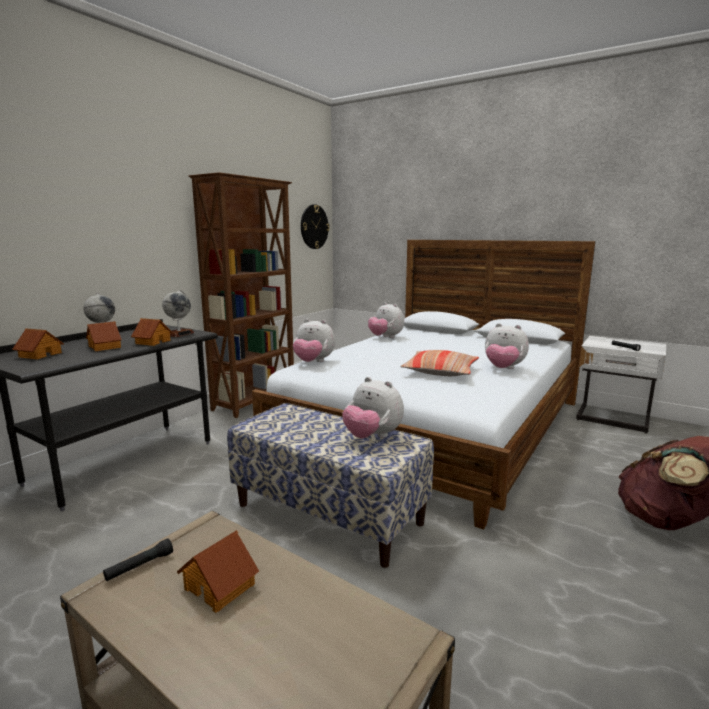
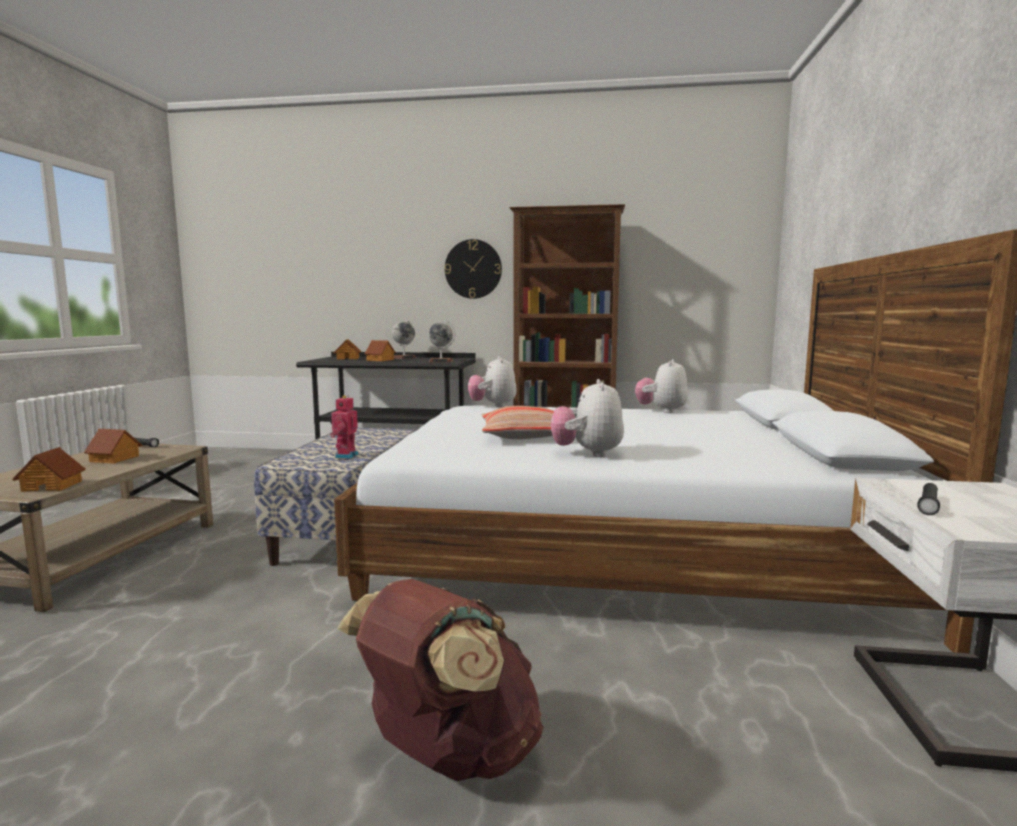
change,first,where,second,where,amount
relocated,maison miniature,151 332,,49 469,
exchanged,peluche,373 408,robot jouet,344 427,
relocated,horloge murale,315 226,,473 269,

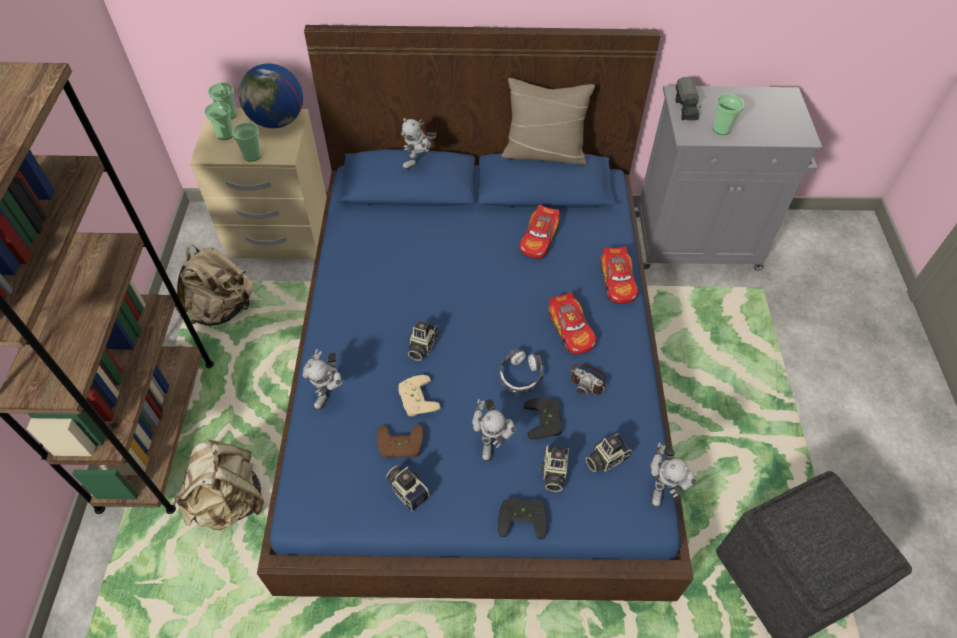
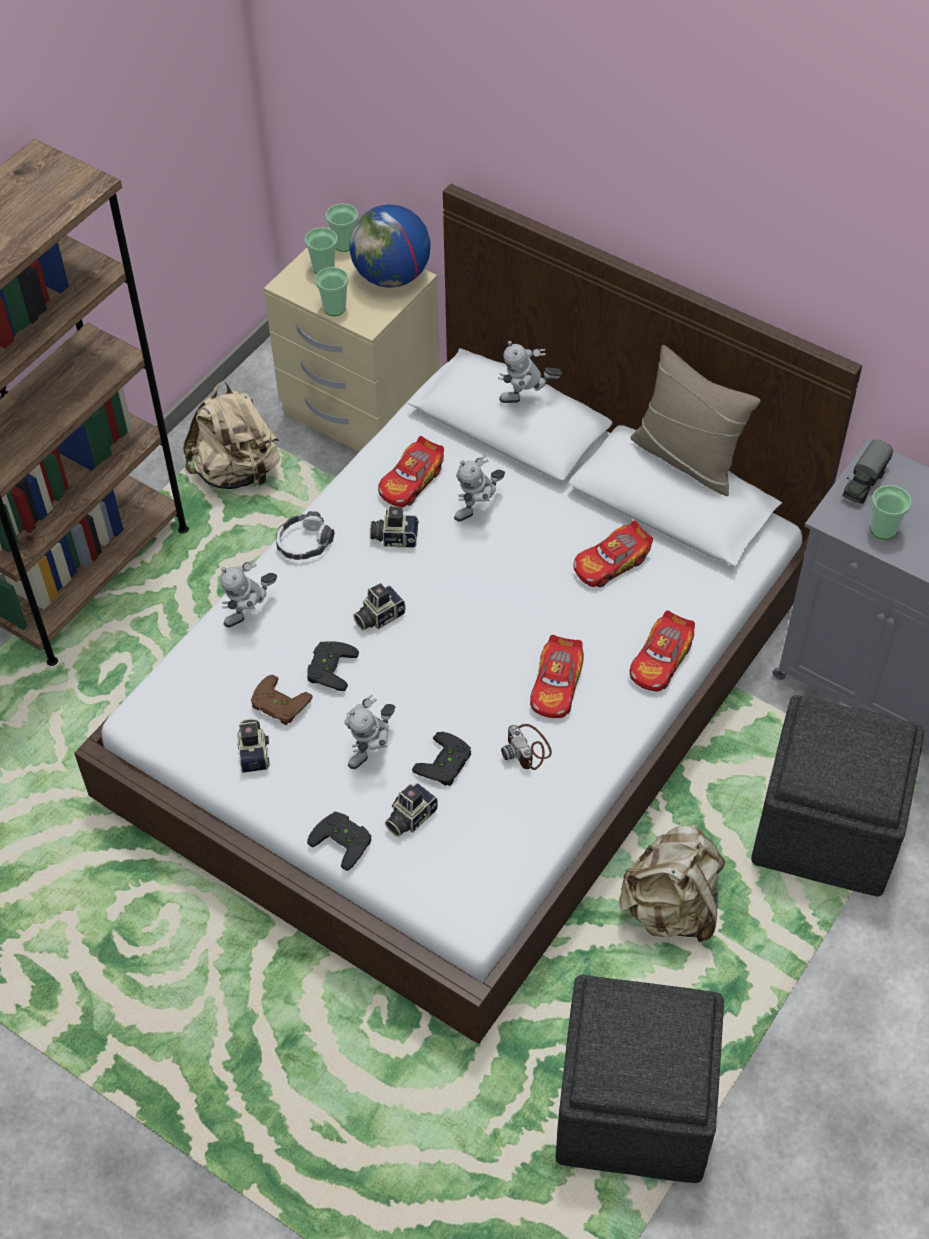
change,first,where,second,where,amount
colour,lit/bleu,475 313,lit/blanc,468 614,
relocated,casque audio,521 371,,305 535,
colour,manette/beige,419 396,manette/noir,333 666,
relocated,appareil photo,609 452,,394 526,
appeared,,,petite voiture,411 471,
relocated,robot jouet,673 475,,479 488,
relocated,sac à dos/beige,219 484,,672 883,
appeared,,,pouf/gris,837 795,

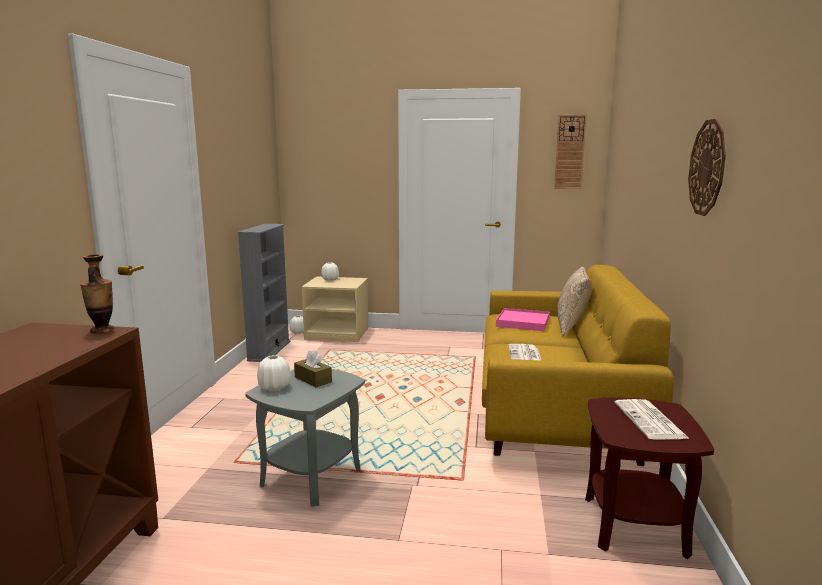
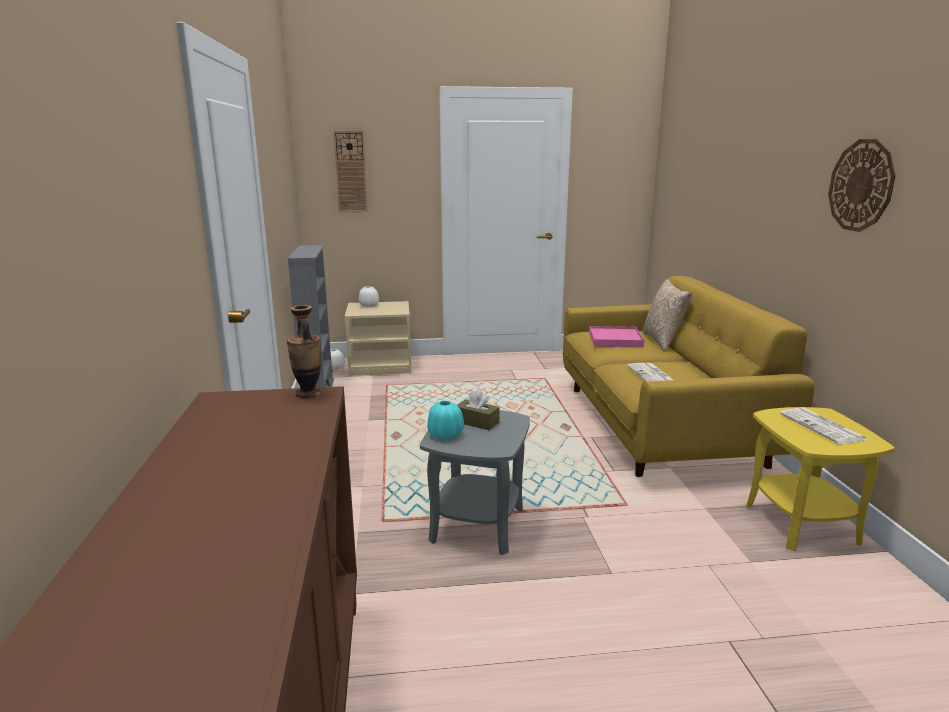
change,first,where,second,where,amount
relocated,horloge murale,570 152,,350 171,
colour,vase/blanc,274 373,vase/turquoise,445 420,
colour,table d'appoint/marron,649 478,table d'appoint/jaune,820 479,

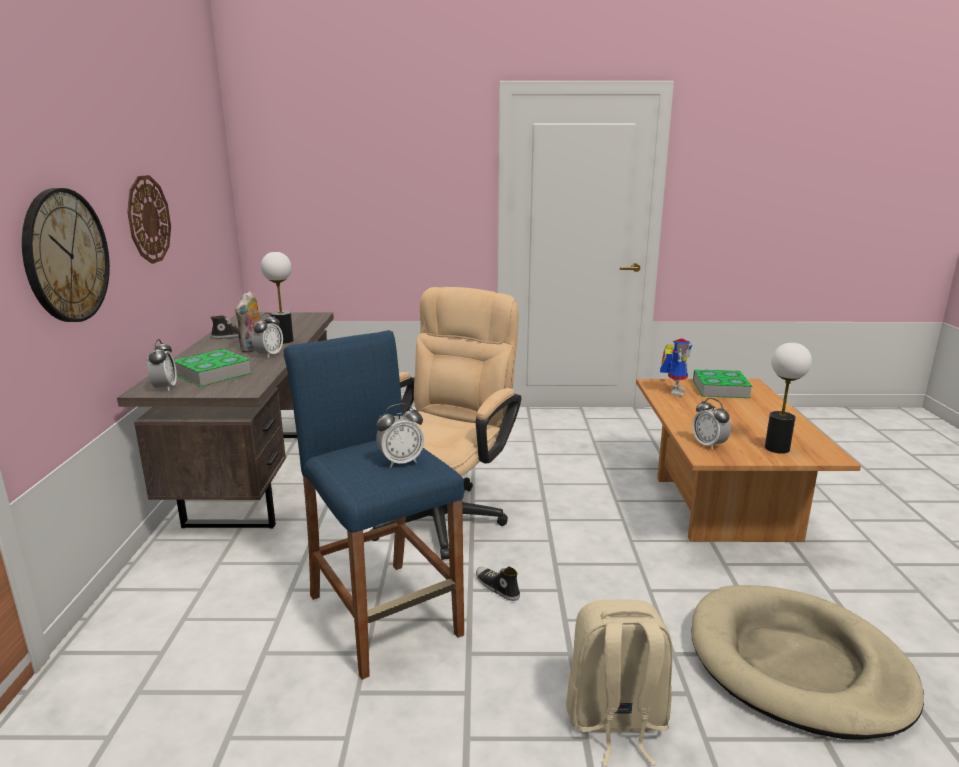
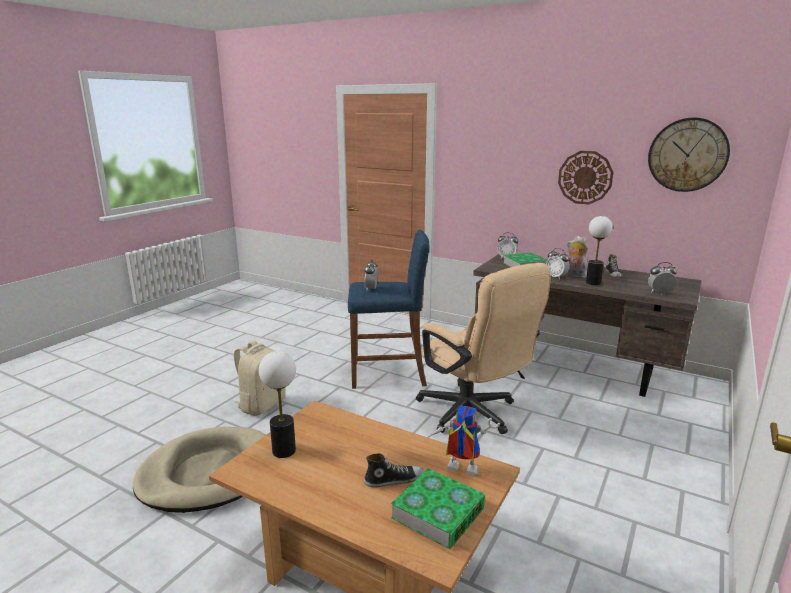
change,first,where,second,where,amount
relocated,chaussure,498 583,,394 471,
spun,robot jouet,676 367,,463 441,150 degrees clockwise
relocated,horloge murale,66 255,,689 154,
relocated,réveil,711 424,,662 278,

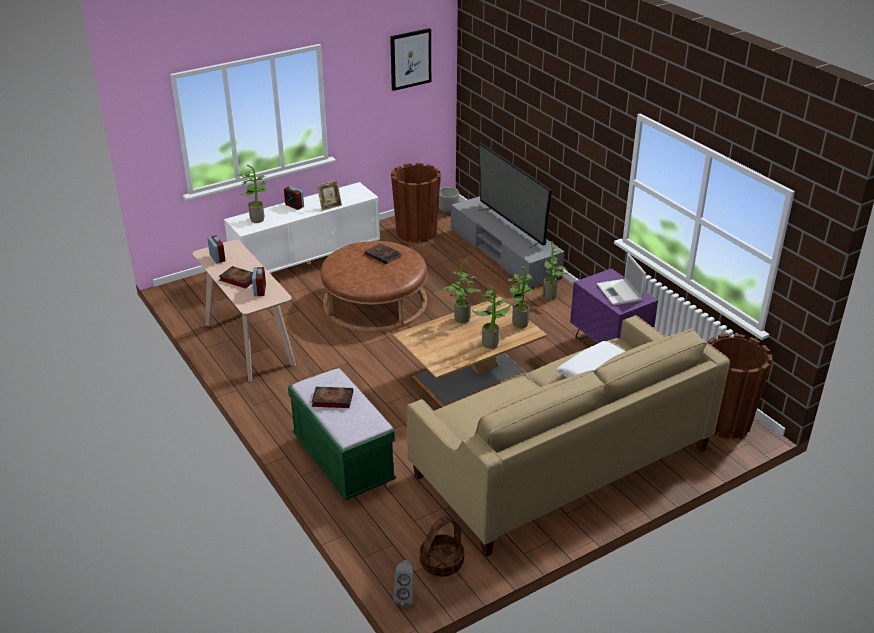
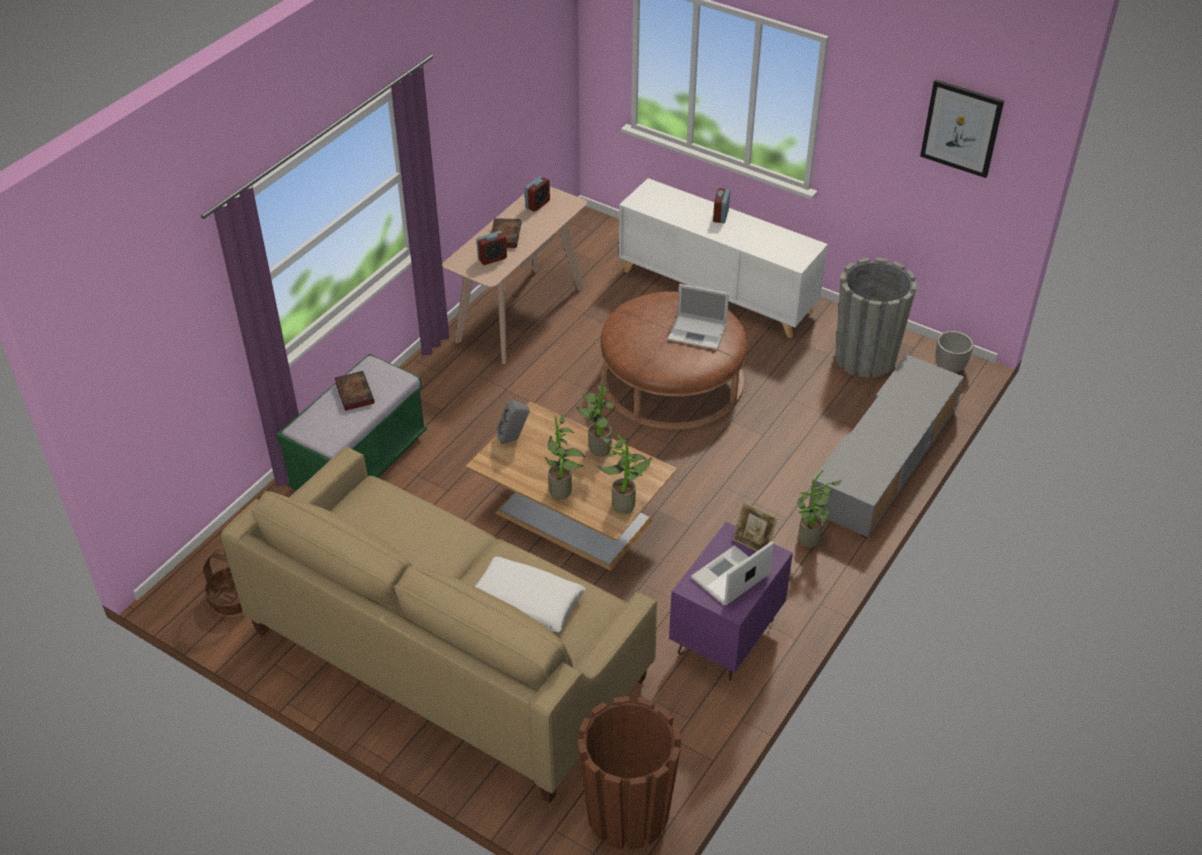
change,first,where,second,where,amount
relocated,enceinte/gris,403 583,,513 422,
exchanged,livre/marron,383 253,ordinateur portable,698 317,
relocated,cadre photo,329 195,,755 526,
colour,cache-pot/marron,416 203,cache-pot/gris,876 317,
missing,plante en pot,251 194,,,
missing,téléviseur,515 195,,,

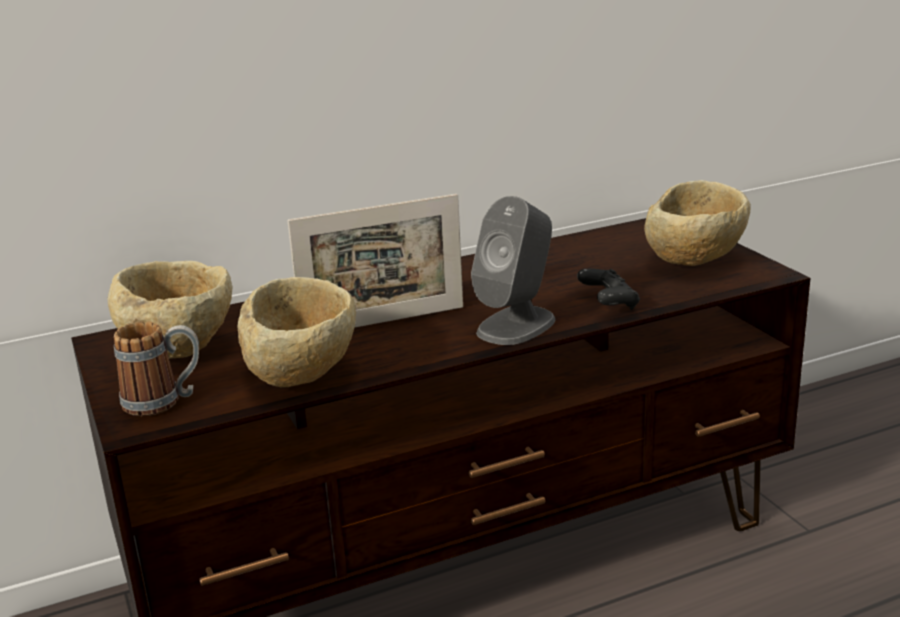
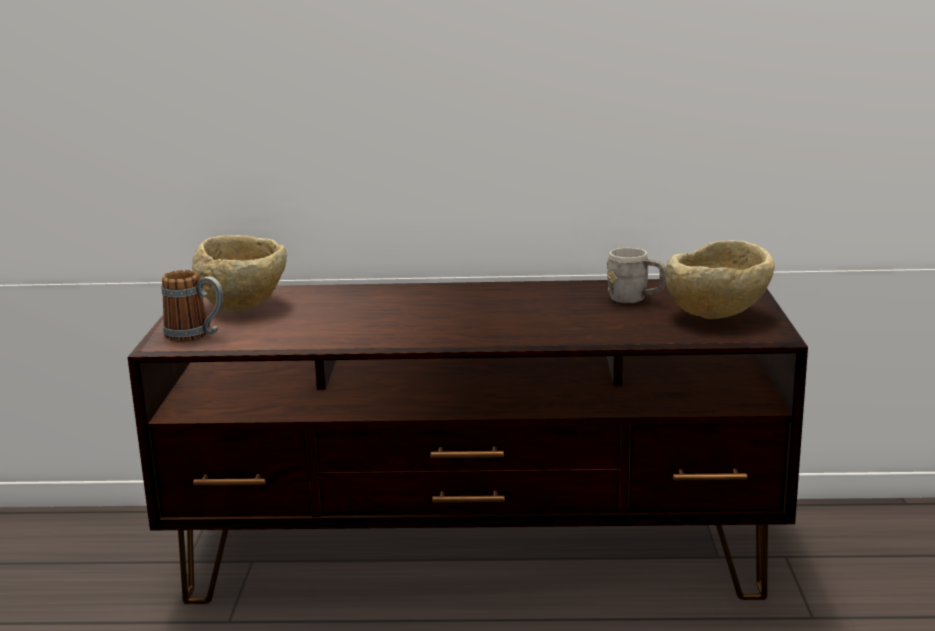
change,first,where,second,where,amount
appeared,,,mug/gris,636 275,
missing,bol/beige,297 332,,,
missing,cadre photo,375 261,,,
missing,enceinte/gris,513 270,,,
missing,manette/noir,608 289,,,

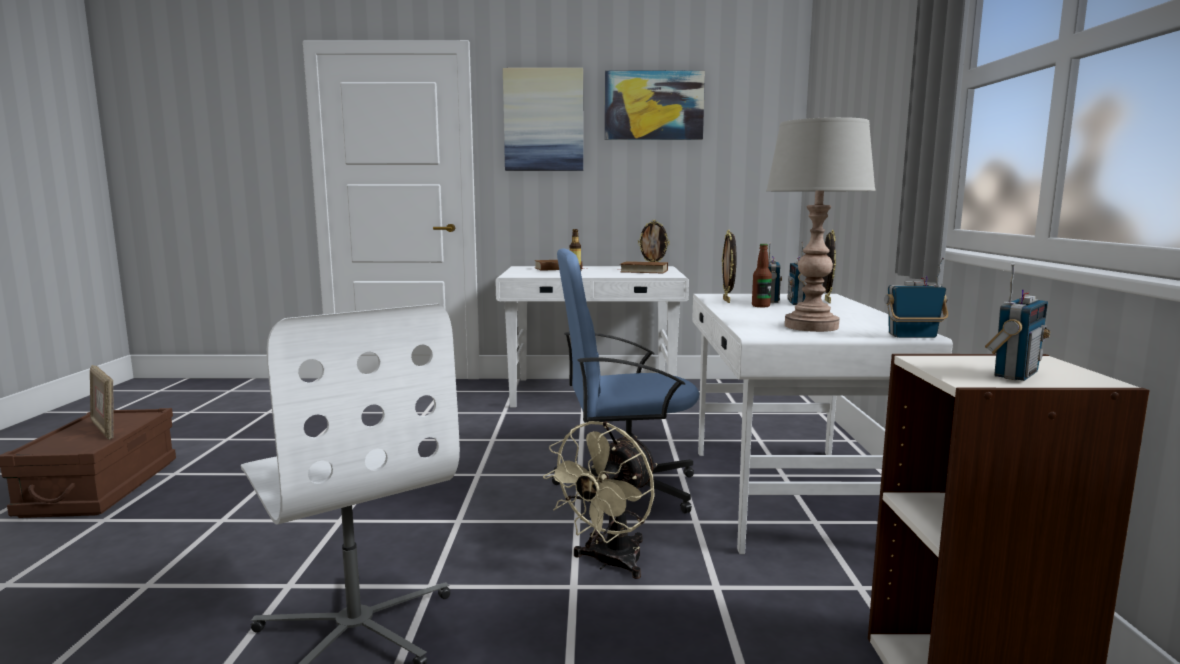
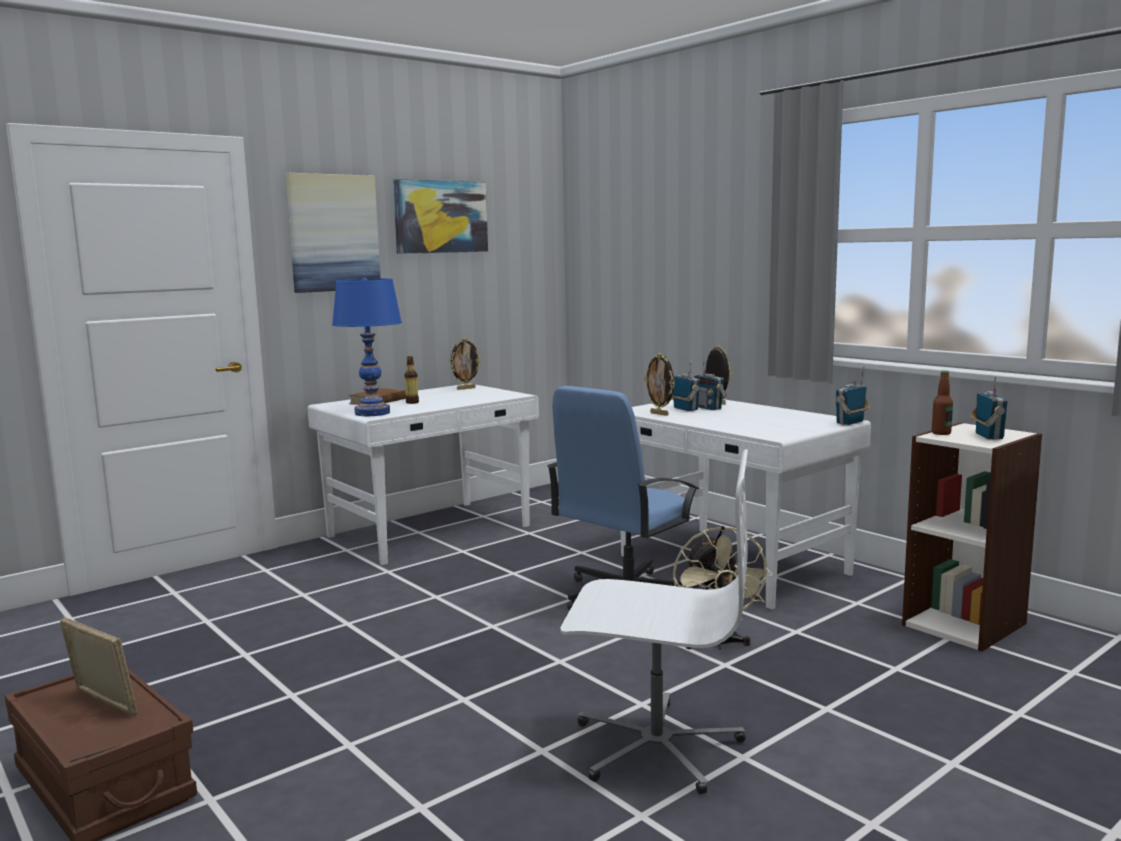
change,first,where,second,where,amount
spun,cadre photo,102 402,,98 665,150 degrees counterclockwise
appeared,,,lampe de table/bleu,367 346,
relocated,bouteille,762 275,,942 403,
missing,livre/marron,644 267,,,
missing,lampe de table/gris,821 224,,,

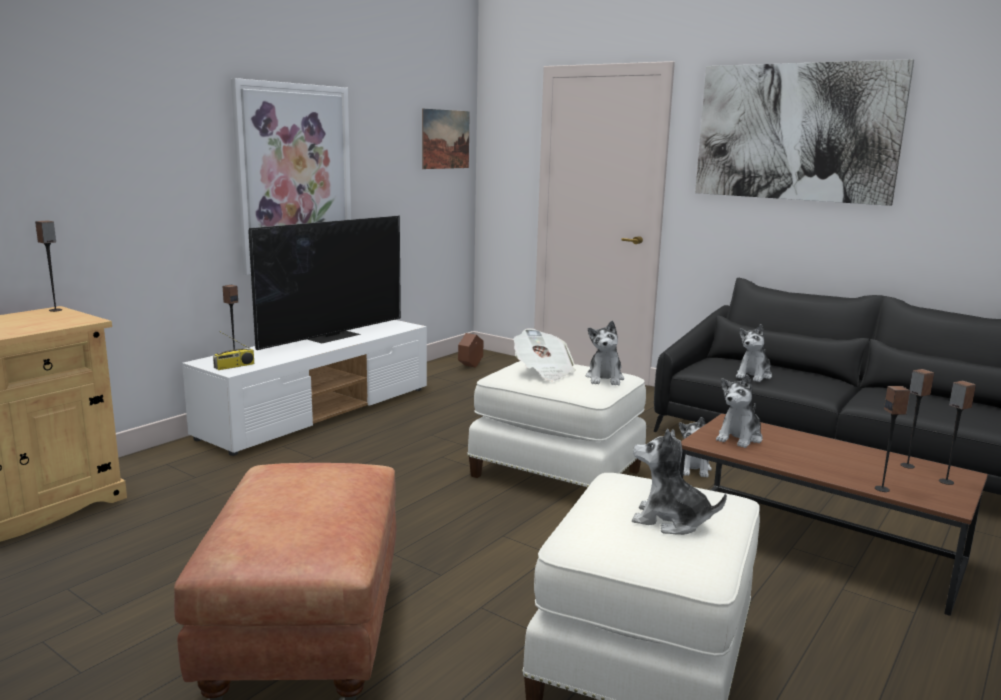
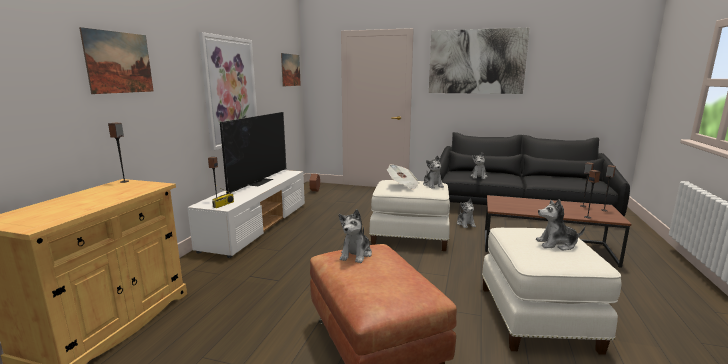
change,first,where,second,where,amount
appeared,,,tableau,116 60,
relocated,peluche,739 411,,355 236,

